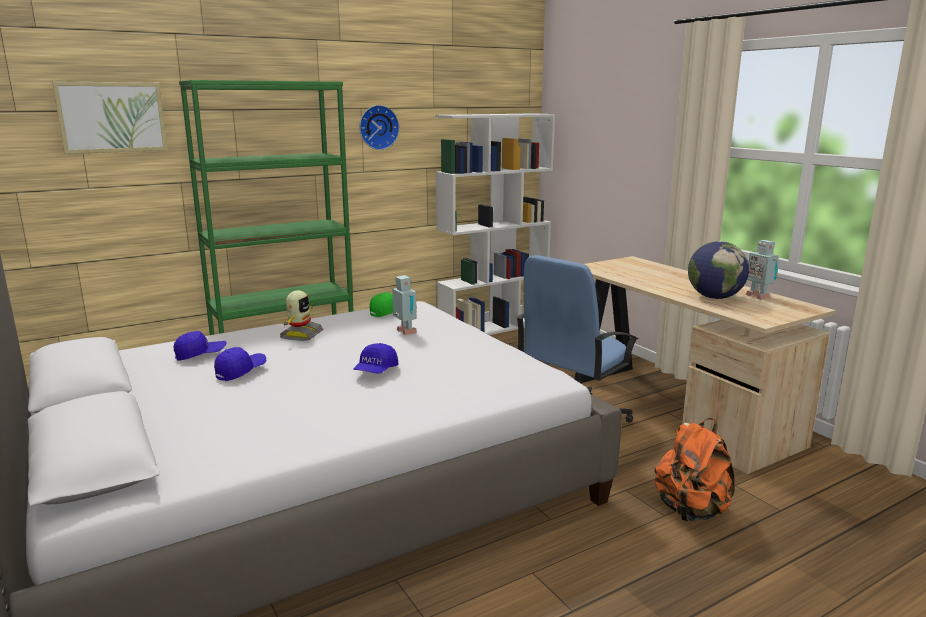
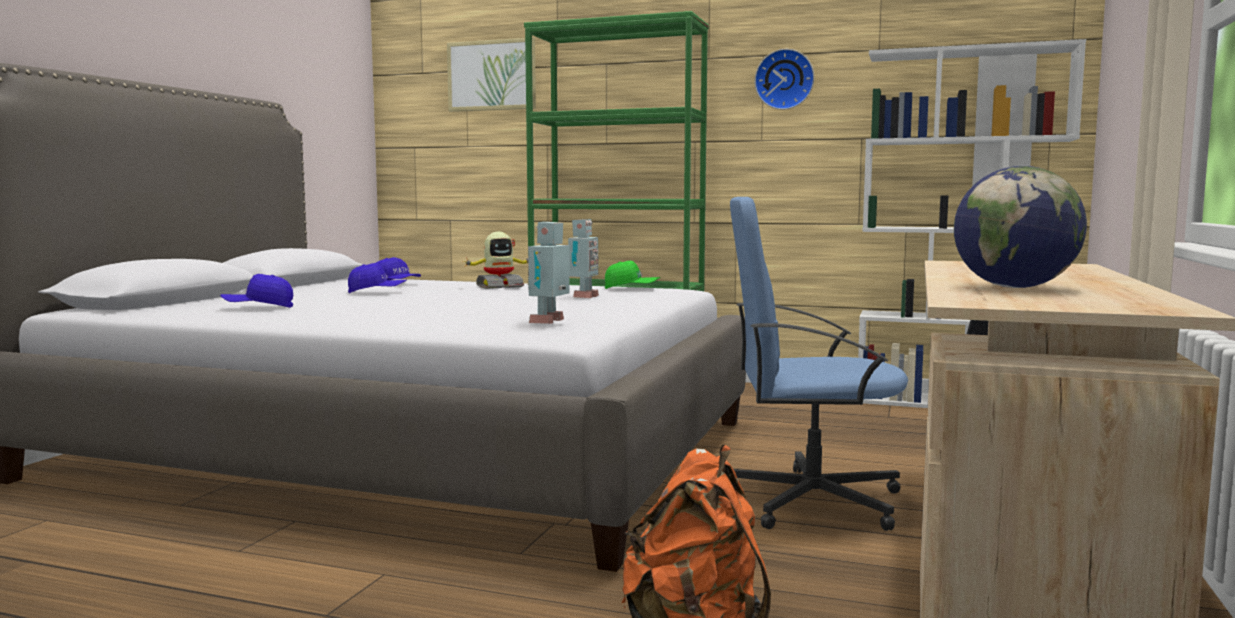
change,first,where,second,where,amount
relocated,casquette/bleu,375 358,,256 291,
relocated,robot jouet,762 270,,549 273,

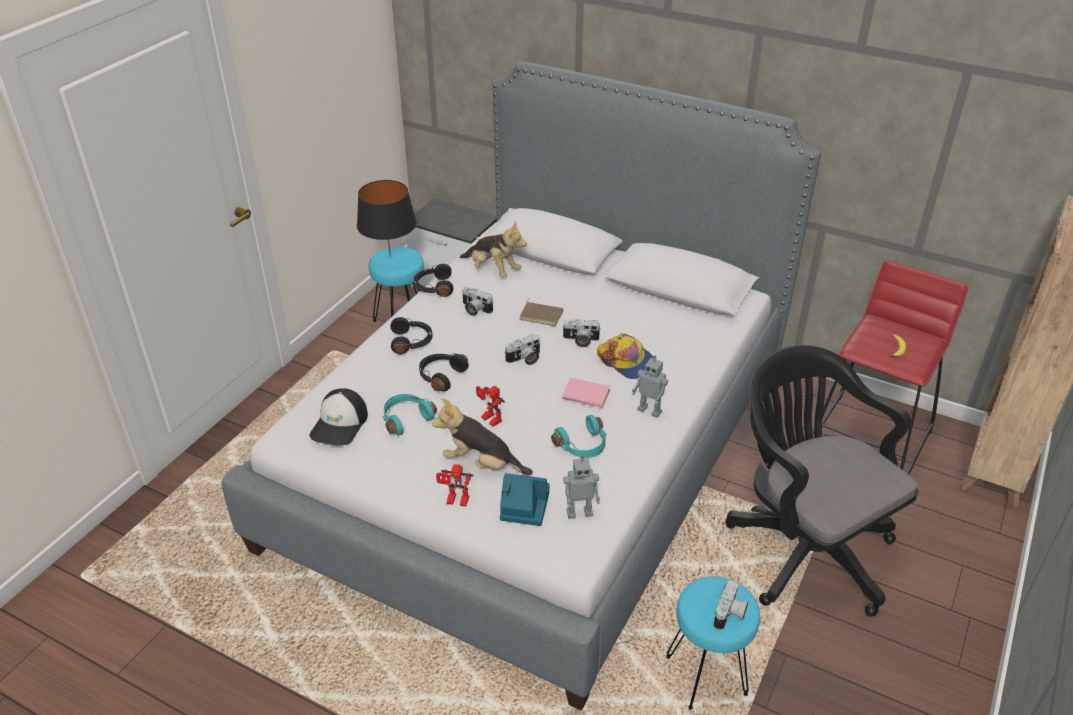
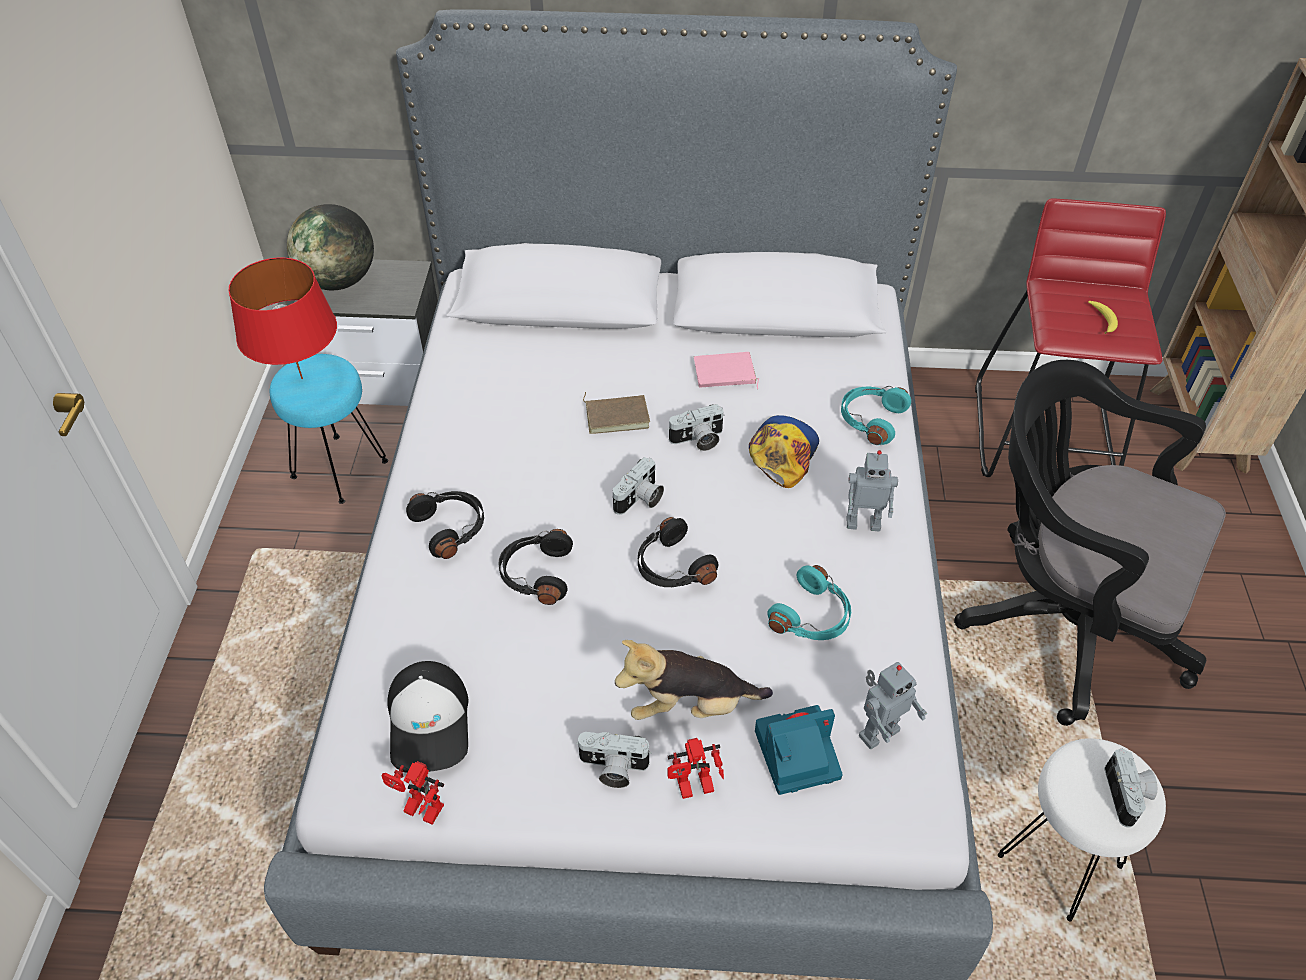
change,first,where,second,where,amount
colour,lampe de table/noir,386 218,lampe de table/rouge,282 318,
appeared,,,globe,330 247,
relocated,robot jouet,490 406,,412 793,
relocated,appareil photo,477 301,,614 760,
relocated,casque audio/noir,433 280,,678 552,
relocated,livre/rose,586 395,,726 370,
spun,casquette,625 356,,784 451,90 degrees counterclockwise
relocated,casque audio/turquoise,410 415,,876 415,
colour,tabouret/turquoise,713 643,tabouret/blanc,1082 830,
missing,peluche,493 249,,,

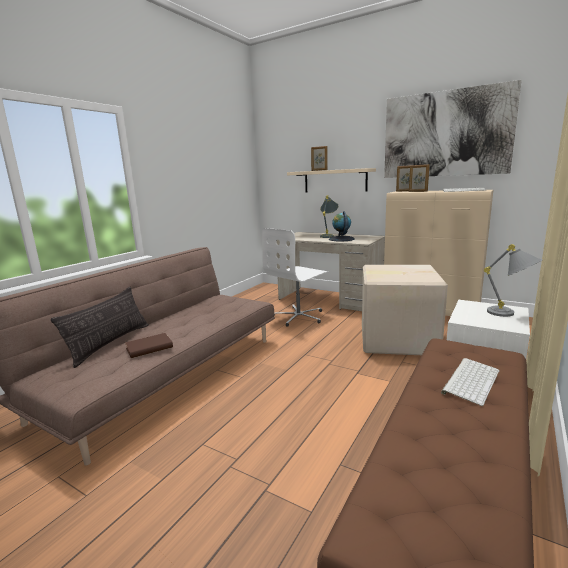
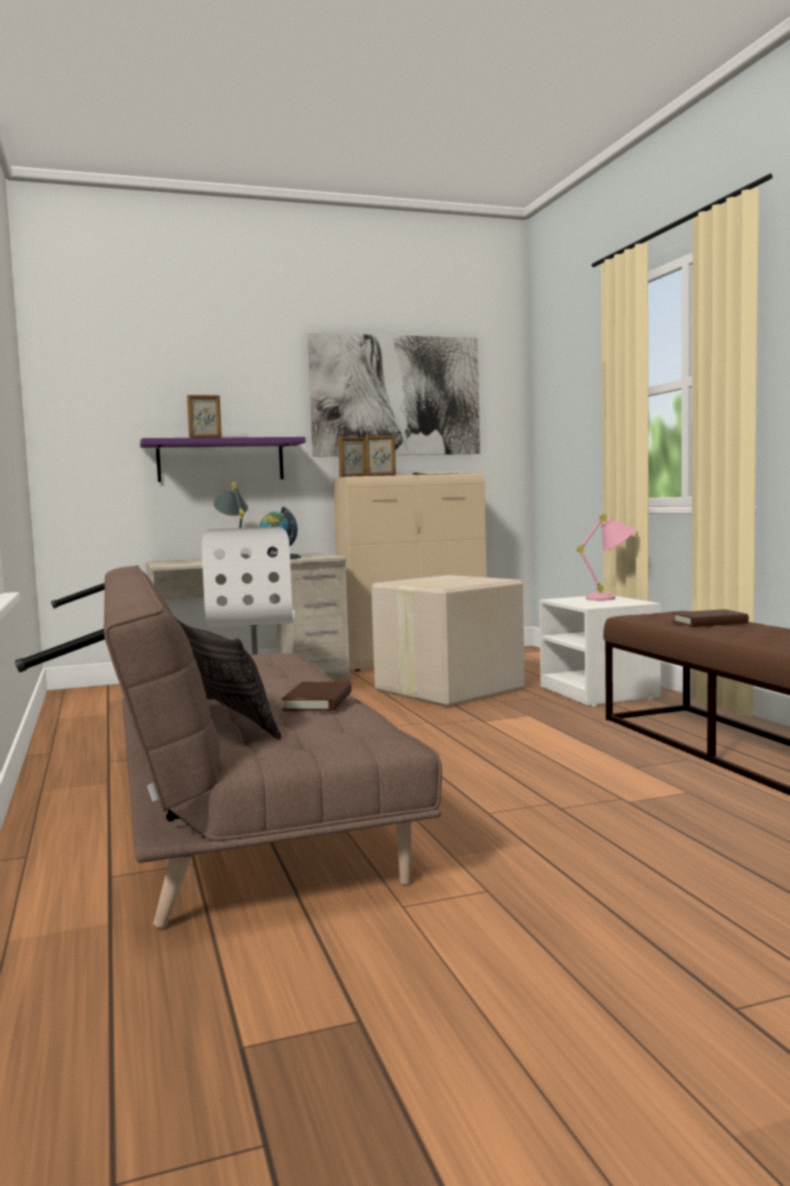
change,first,where,second,where,amount
colour,étagère/beige,331 180,étagère/violet,223 459,
colour,lampe de table/gris,513 280,lampe de table/rose,606 557,
exchanged,clavier,470 382,livre/marron,710 618,

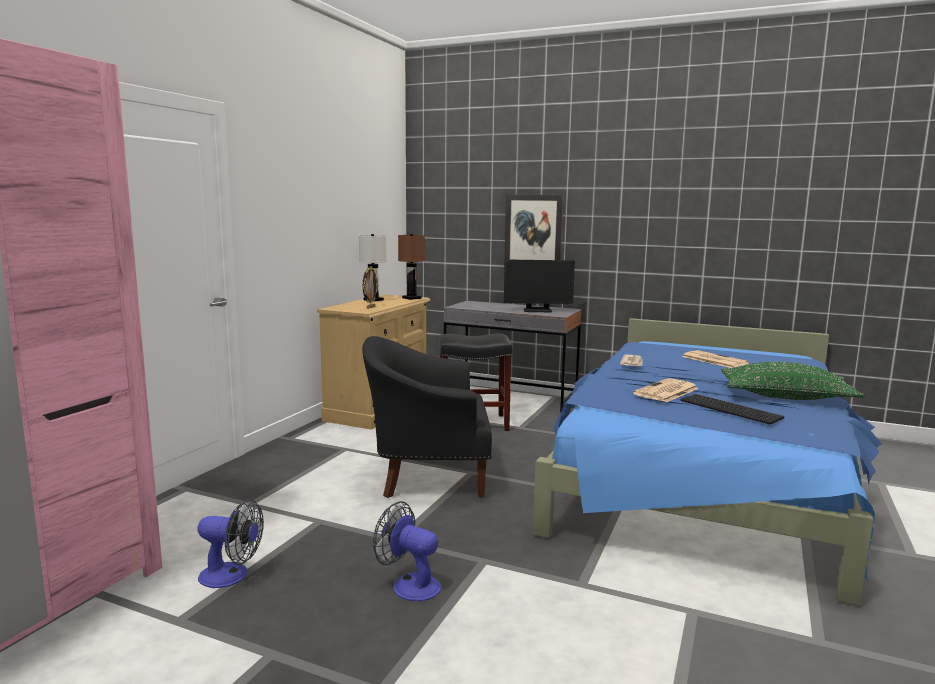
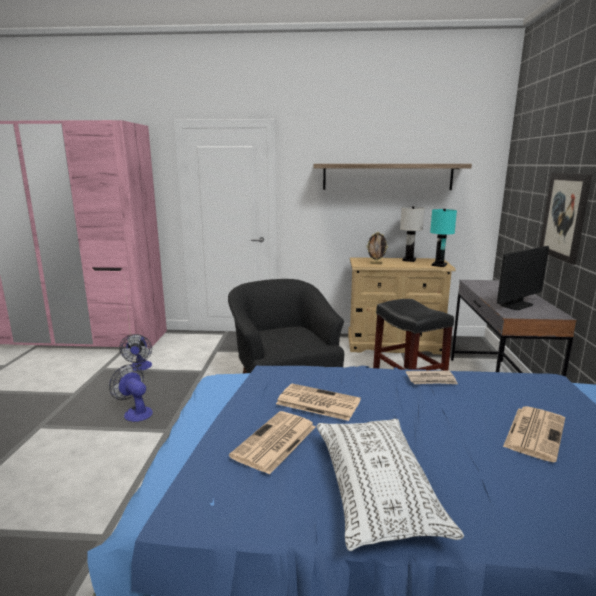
change,first,where,second,where,amount
spun,ventilateur,407 551,,131 393,60 degrees counterclockwise
exchanged,clavier,732 409,journal,272 443,
appeared,,,étagère,392 177,
colour,coussin/vert,792 381,coussin/blanc,390 485,
colour,lampe de table/marron,411 267,lampe de table/turquoise,443 238,
spun,écran d'ordinateur,539 285,,523 278,105 degrees counterclockwise

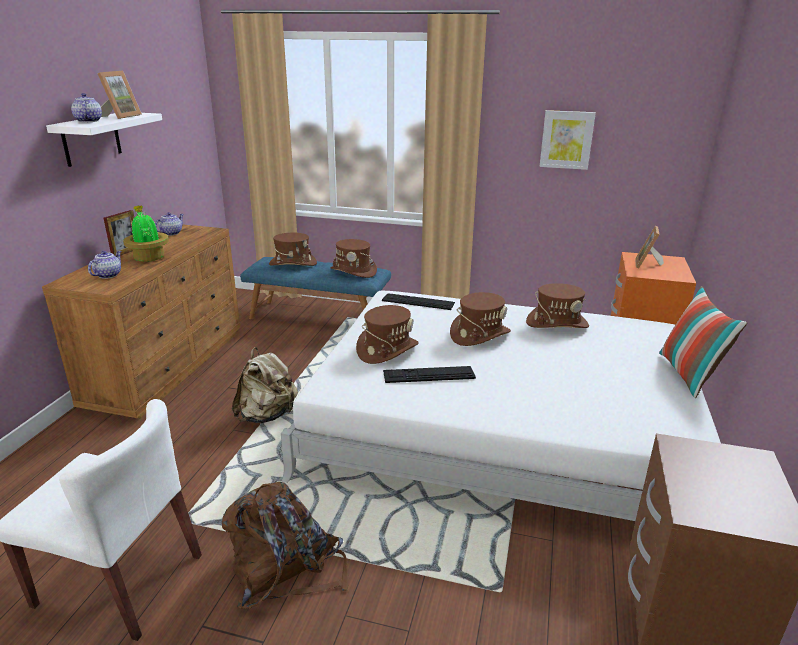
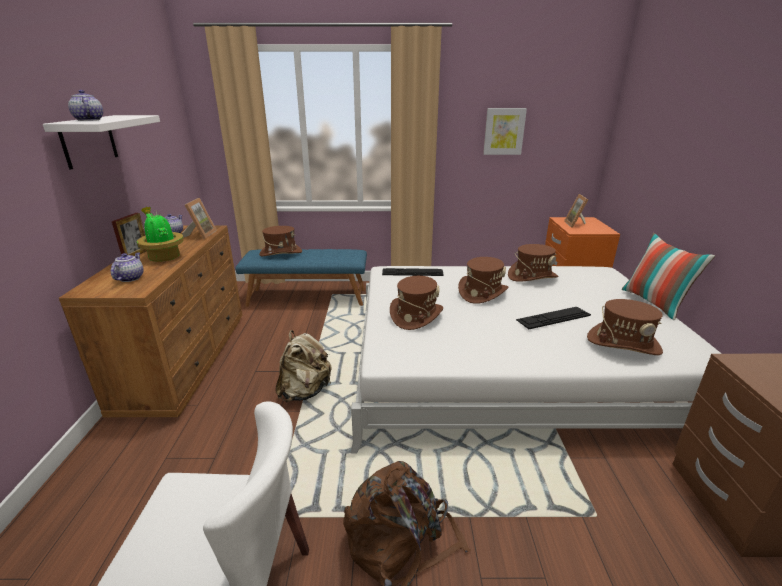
change,first,where,second,where,amount
relocated,cadre photo,119 95,,199 218,
relocated,clavier,429 374,,553 318,
relocated,chapeau/marron,353 258,,625 327,

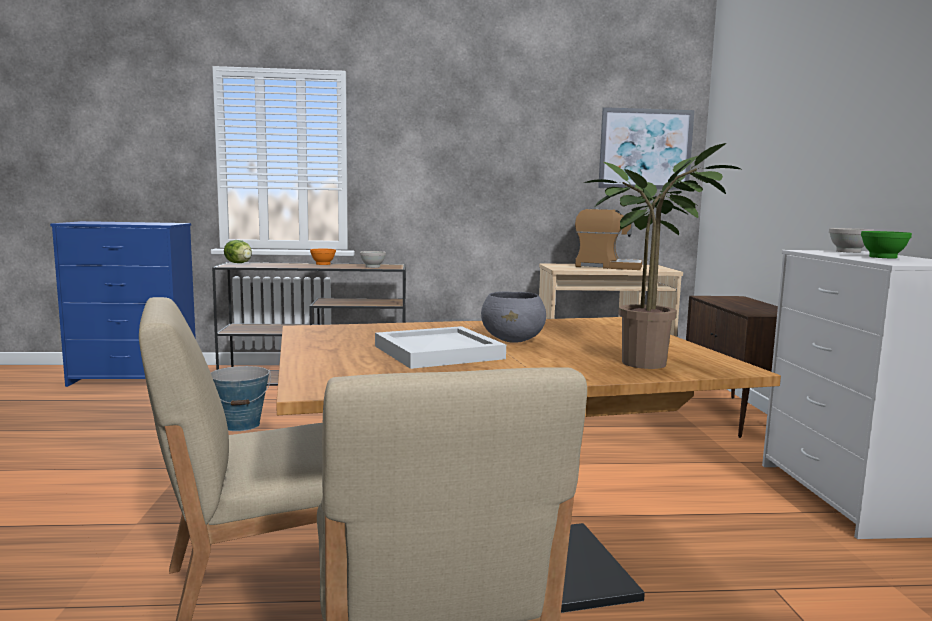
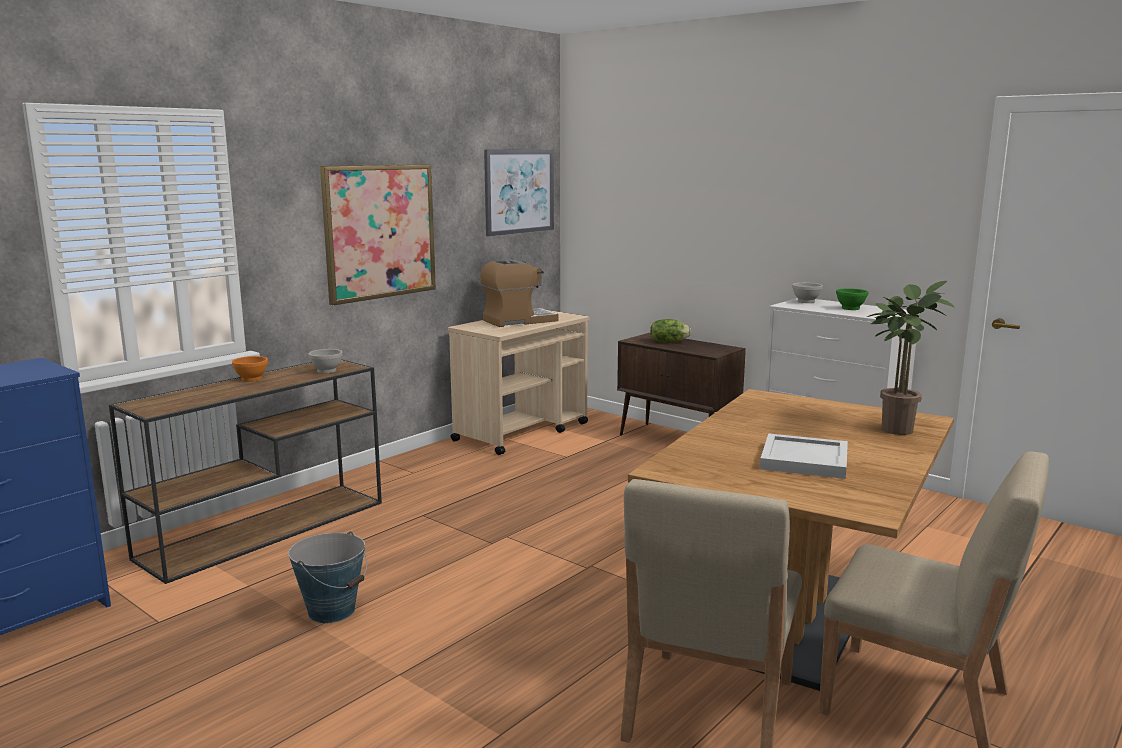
change,first,where,second,where,amount
appeared,,,tableau,378 234,
relocated,laitue,238 251,,670 331,
missing,bol/gris,513 317,,,

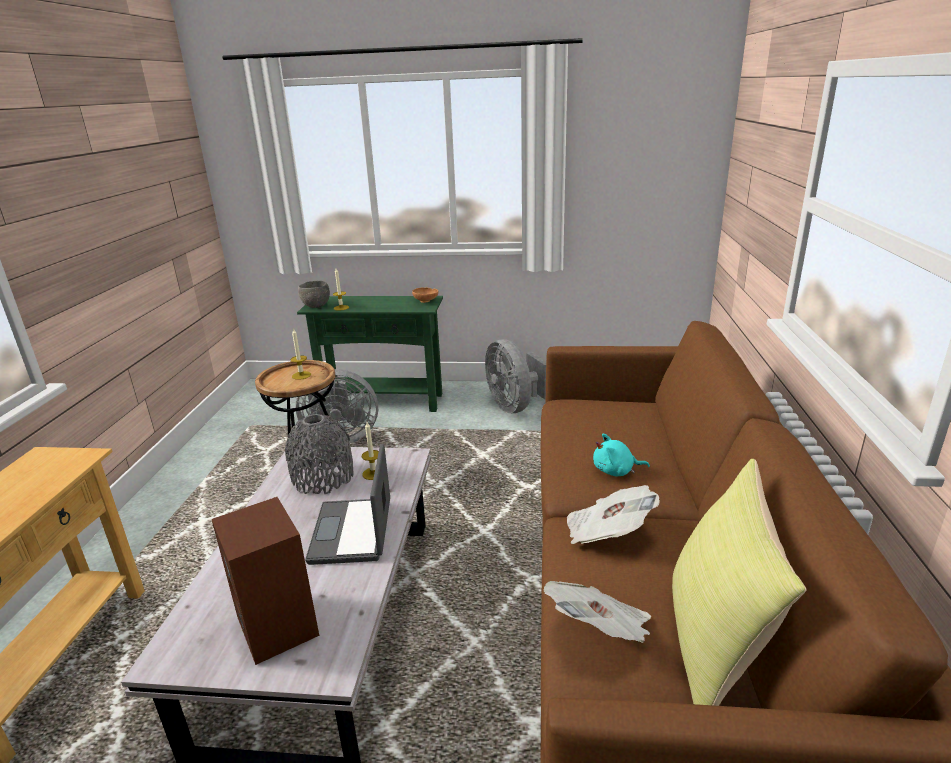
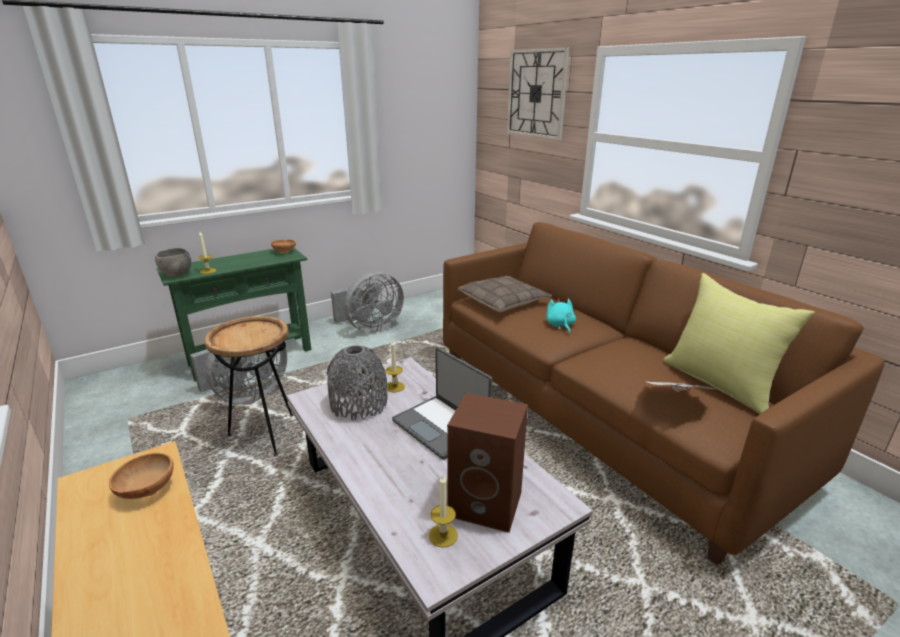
change,first,where,second,where,amount
appeared,,,bol/marron,141 476,
spun,ventilateur/gris,515 376,,367 301,60 degrees counterclockwise
relocated,bougie,300 354,,443 511,
appeared,,,coussin,505 294,
appeared,,,horloge murale,538 93,
spun,peluche/turquoise,621 455,,561 316,120 degrees clockwise
missing,journal,613 514,,,

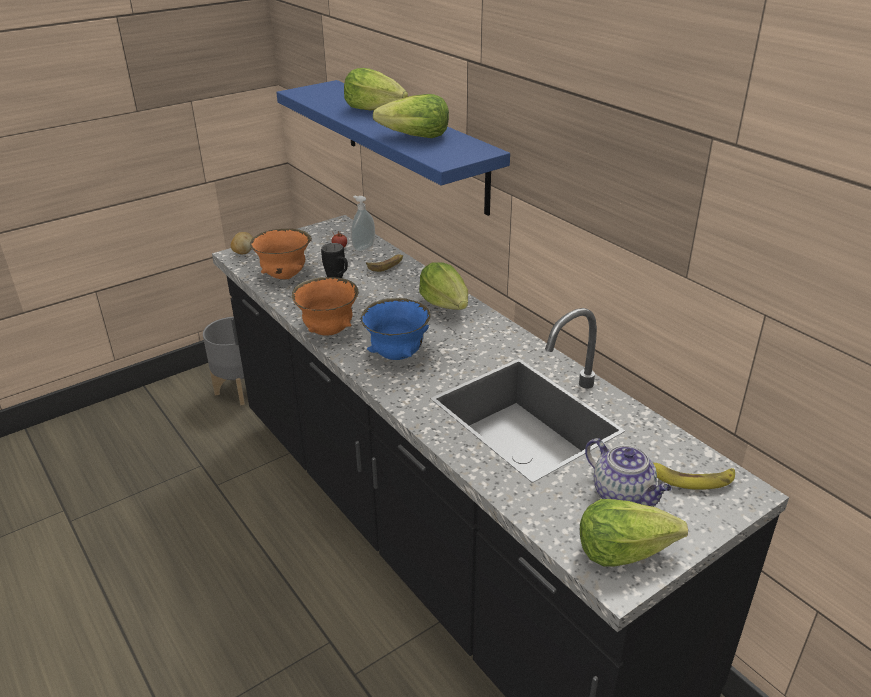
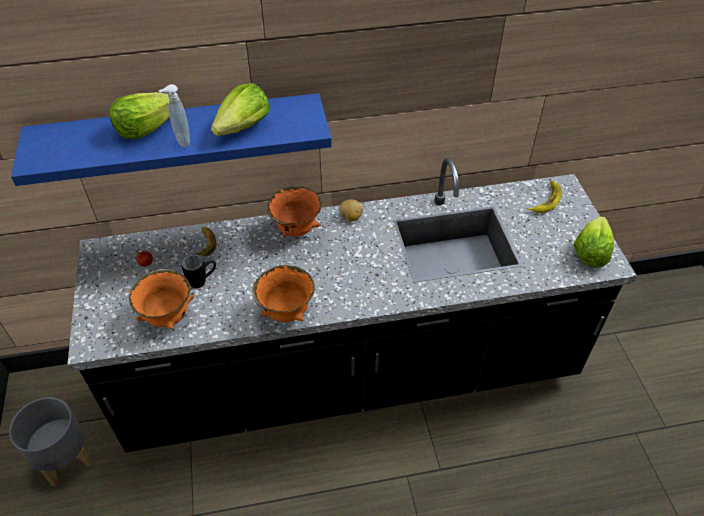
change,first,where,second,where,amount
relocated,distributeur de savon,363 223,,174 115,
exchanged,laitue,443 286,bol/orange,294 212,
relocated,pomme de terre,242 243,,351 210,
missing,bol/bleu,396 329,,,
missing,théière,628 472,,,

